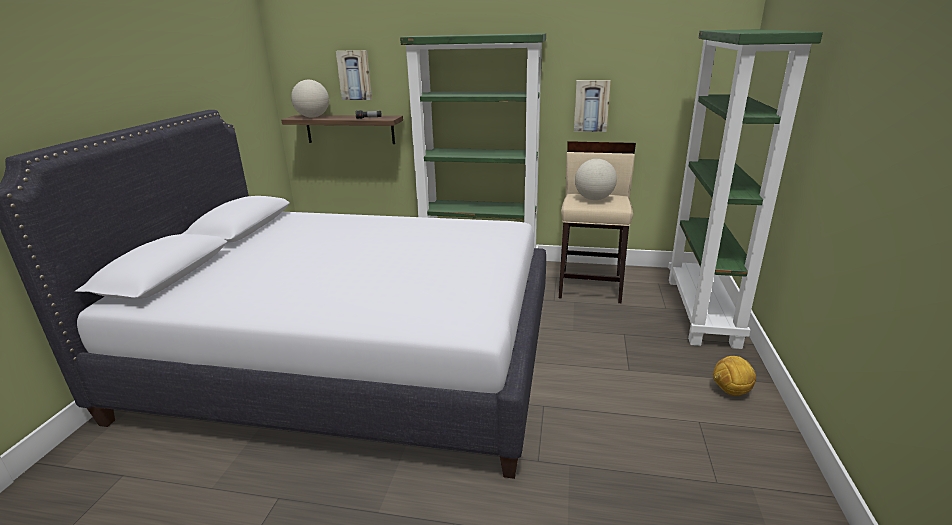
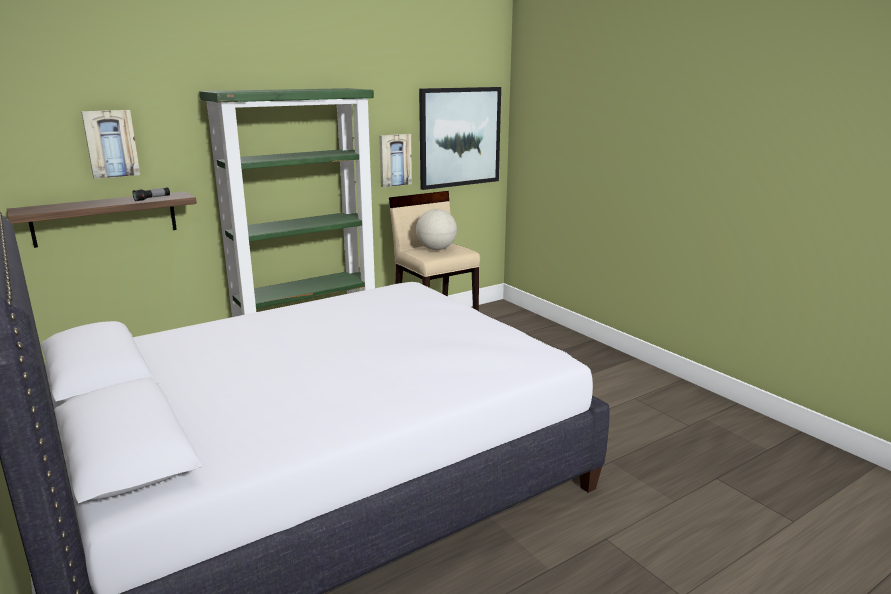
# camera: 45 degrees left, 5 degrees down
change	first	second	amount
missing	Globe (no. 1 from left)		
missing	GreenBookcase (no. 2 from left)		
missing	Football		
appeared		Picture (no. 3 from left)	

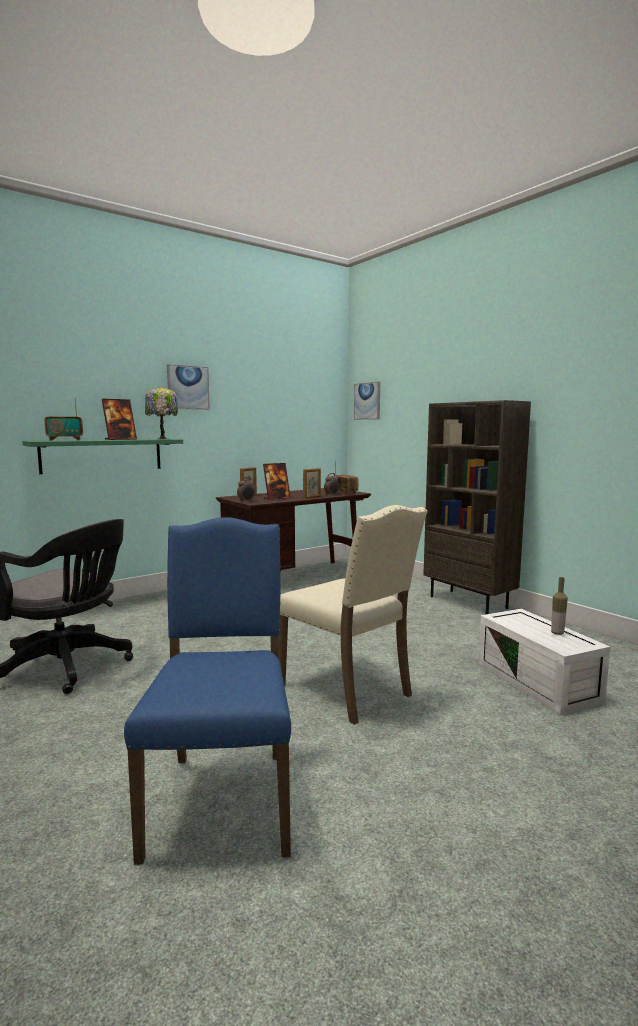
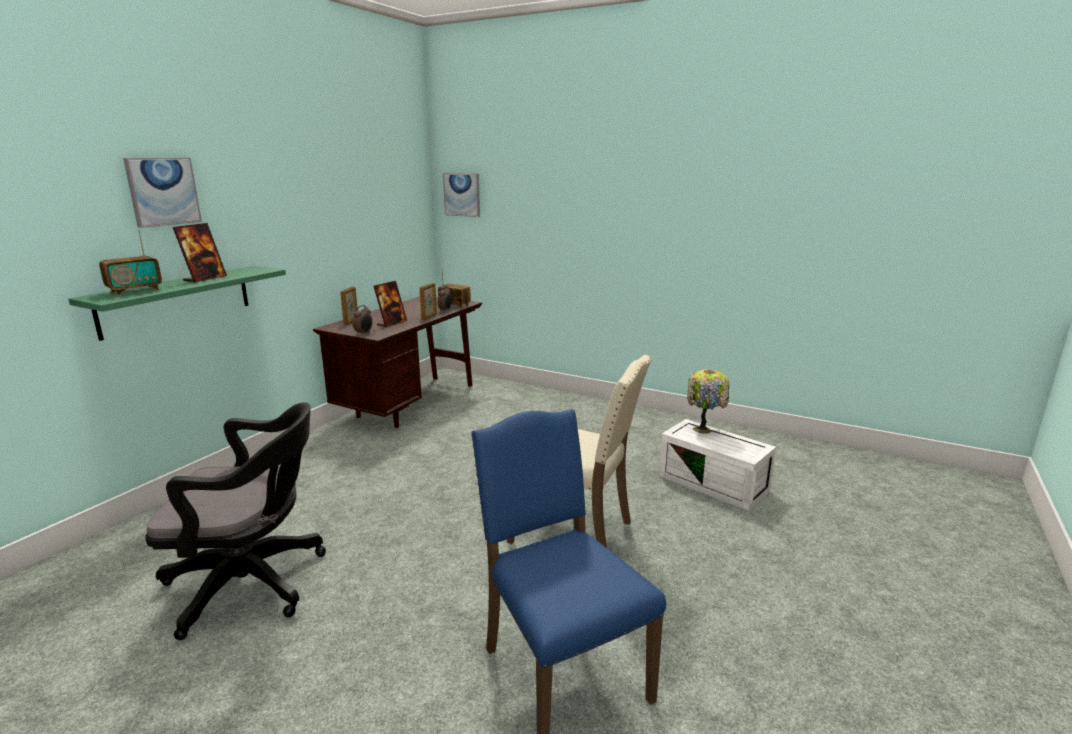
# camera: 25 degrees left, 10 degrees up
change	first	second	amount
missing	BrownBookcase		
missing	Bottle		
relocated	TableLamp		
relocated	Picture (no. 1 from left)		

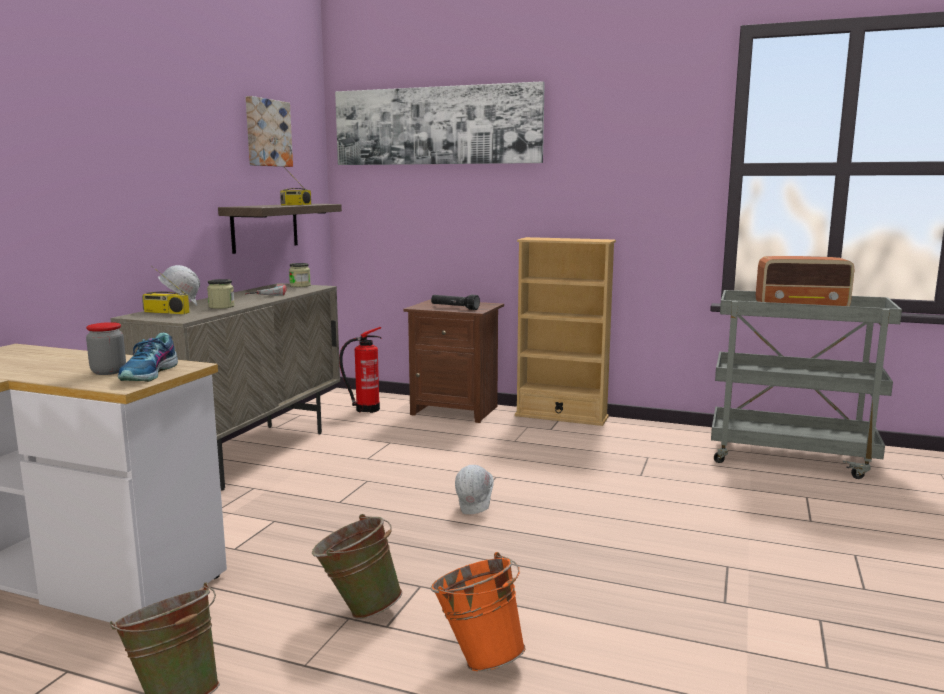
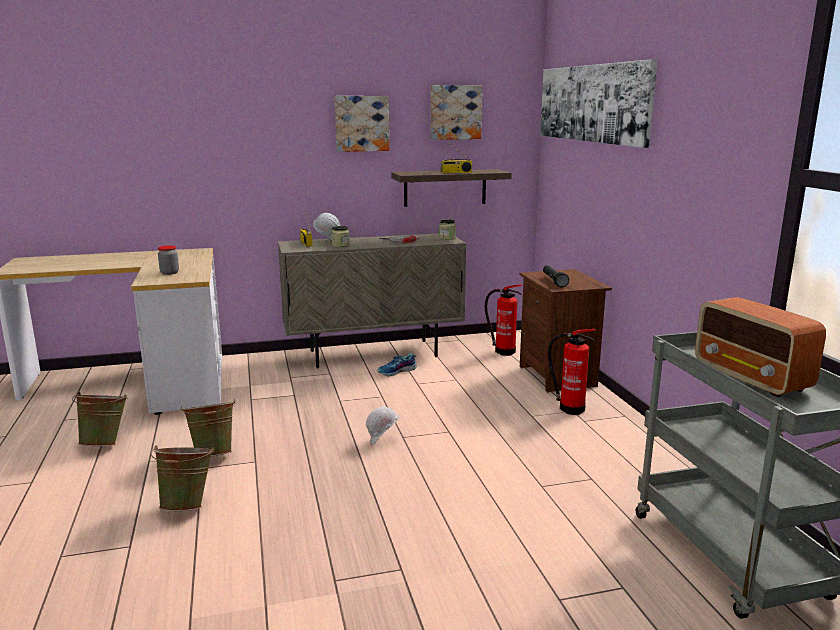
# camera: 55 degrees right, 5 degrees up
change	first	second	amount
missing	BeigeBookcase		
appeared		Picture (no. 1 from left)	
appeared		FireExtinguisher (no. 2 from left)	
relocated	Shoe		
colour	OrangeBucket	GreenBucket (no. 2 from left)	

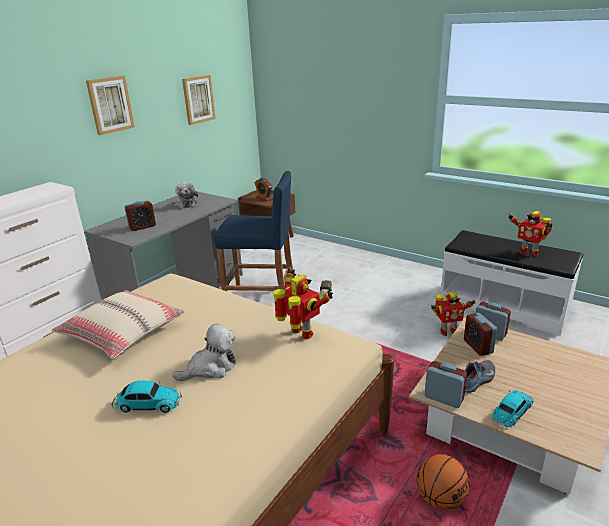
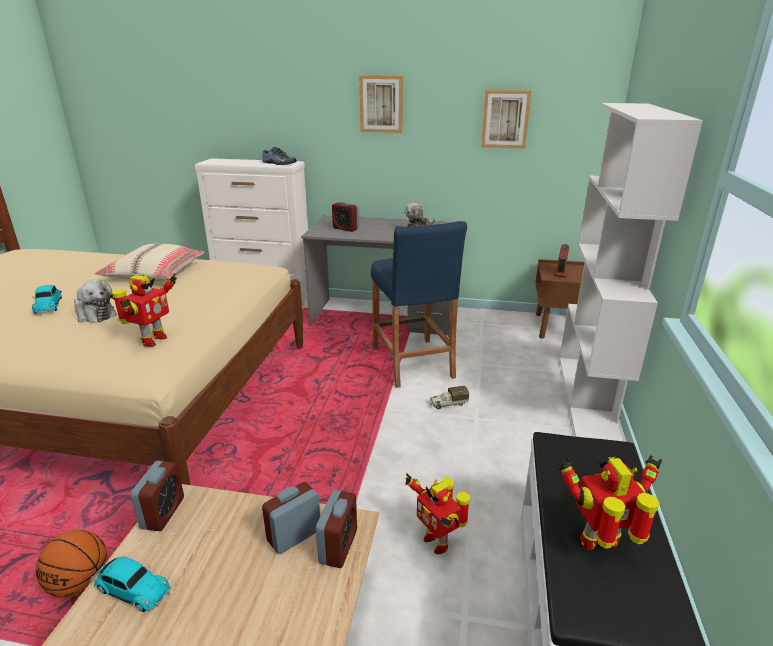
# camera: 65 degrees right, 0 degrees up
change	first	second	amount
appeared		WhiteBookcase	
relocated	Shoe		
spun	ToyRobot (no. 3 from left)		60 degrees clockwise

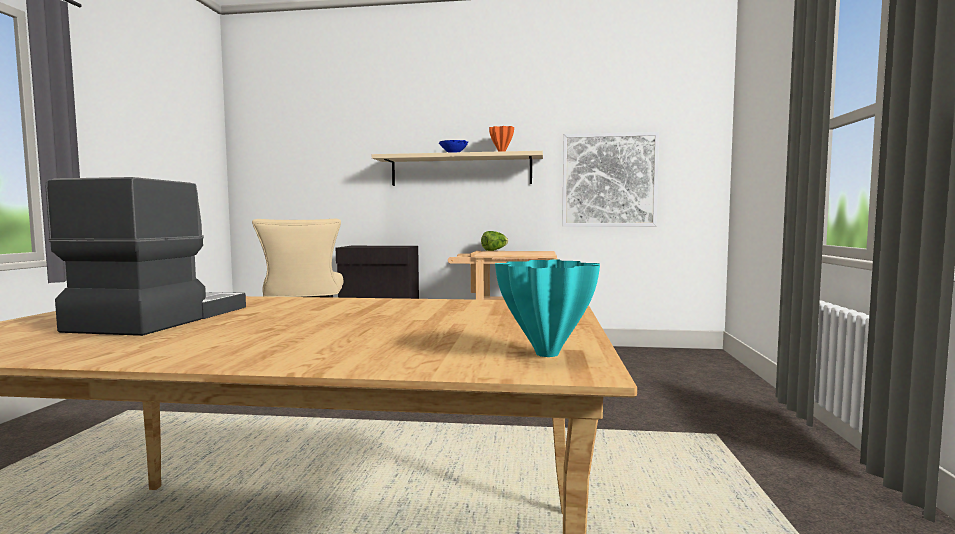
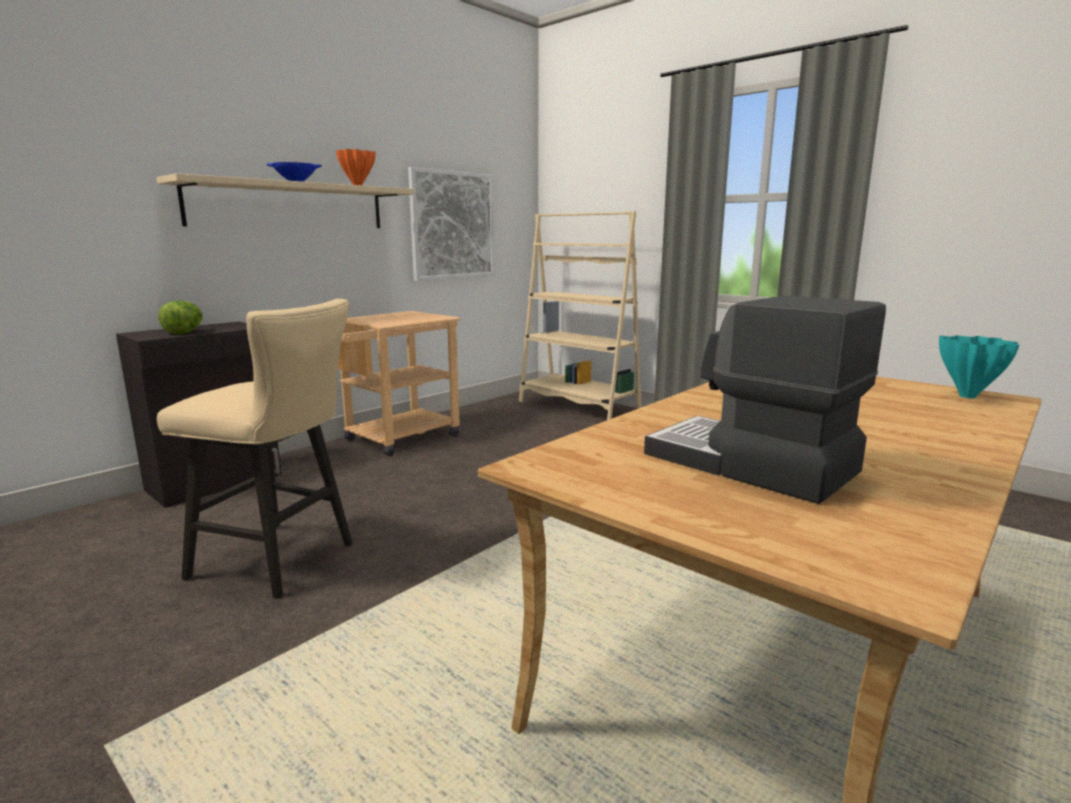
# camera: 55 degrees left, 10 degrees up
change	first	second	amount
appeared		BeigeBookcase	
relocated	Lettuce		

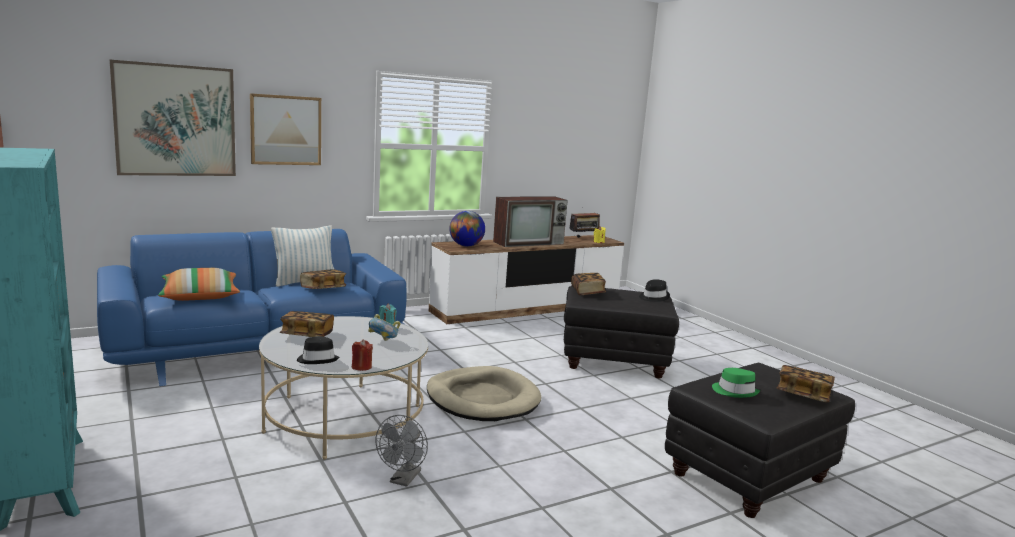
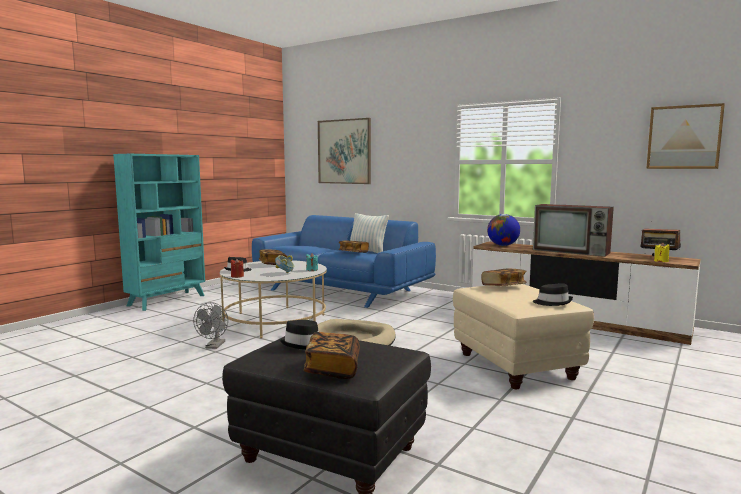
# camera: 65 degrees right, 5 degrees down
change	first	second	amount
missing	Pillow (no. 1 from left)		
relocated	Picture (no. 2 from left)		
colour	BlackOttoman (no. 1 from left)	BeigeOttoman	
colour	GreenHat	BlackHat (no. 2 from left)	
spun	GreyFan		75 degrees counterclockwise

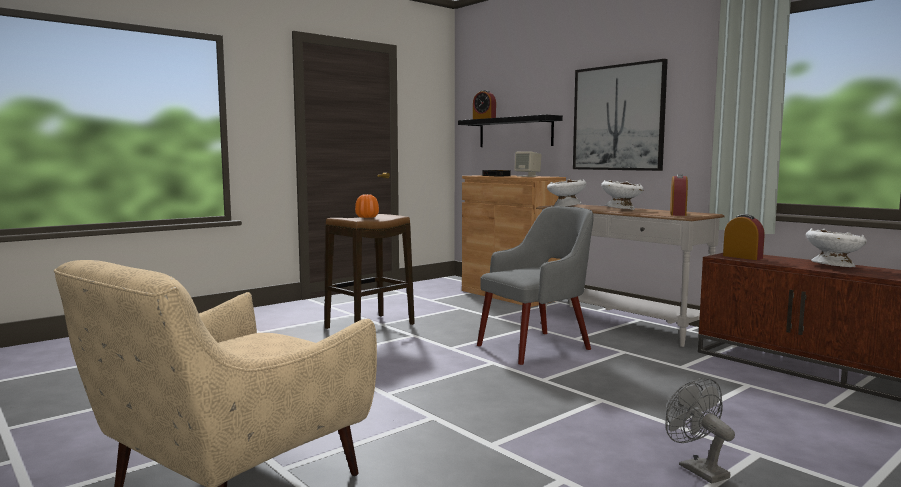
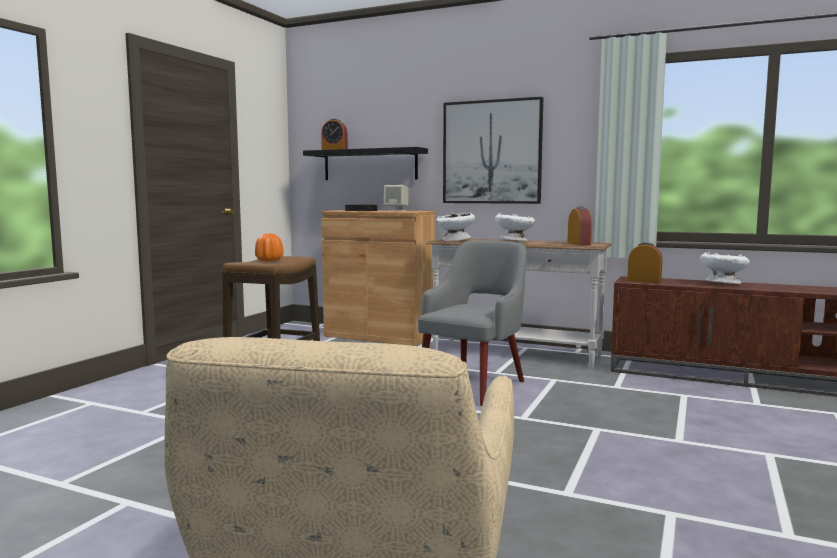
# camera: 25 degrees left, 0 degrees up
change	first	second	amount
missing	GreyFan		

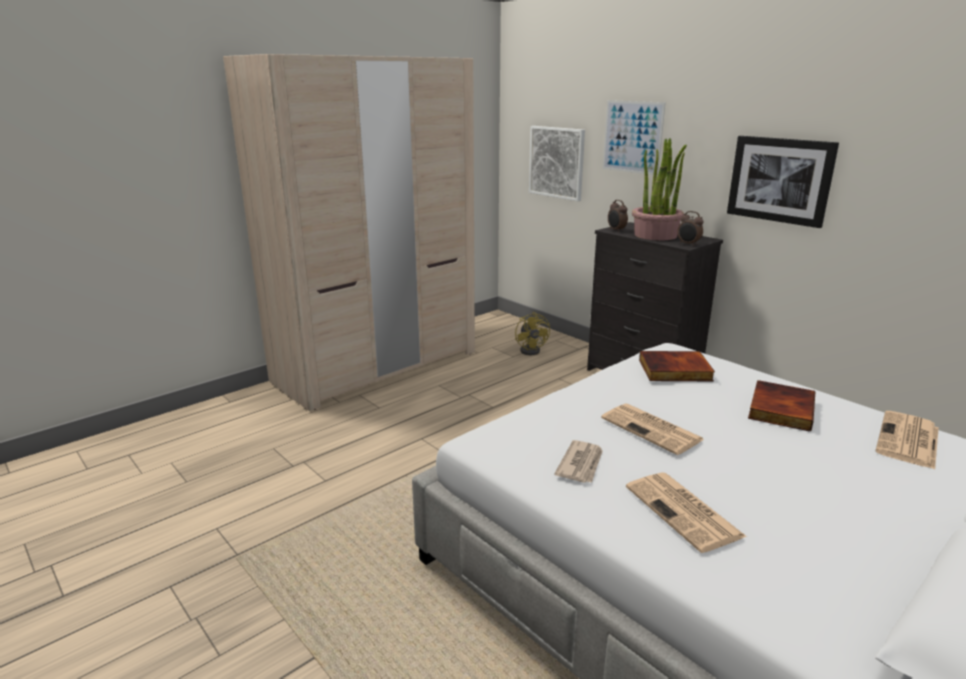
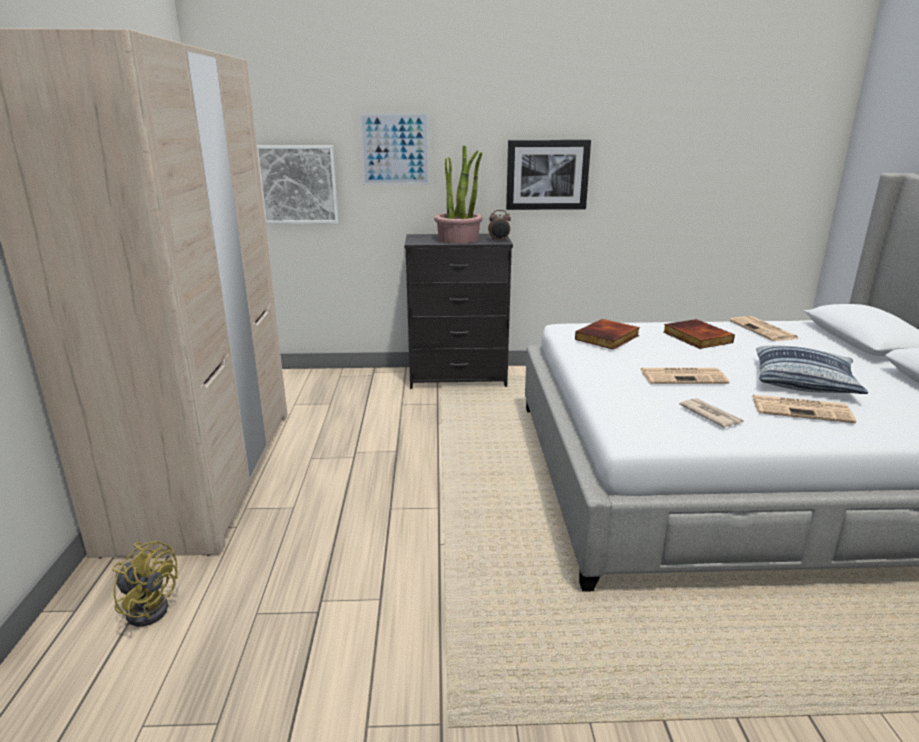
# camera: 50 degrees left, 0 degrees up
change	first	second	amount
missing	AlarmClock (no. 1 from left)		
appeared		Pillow	
relocated	YellowFan		

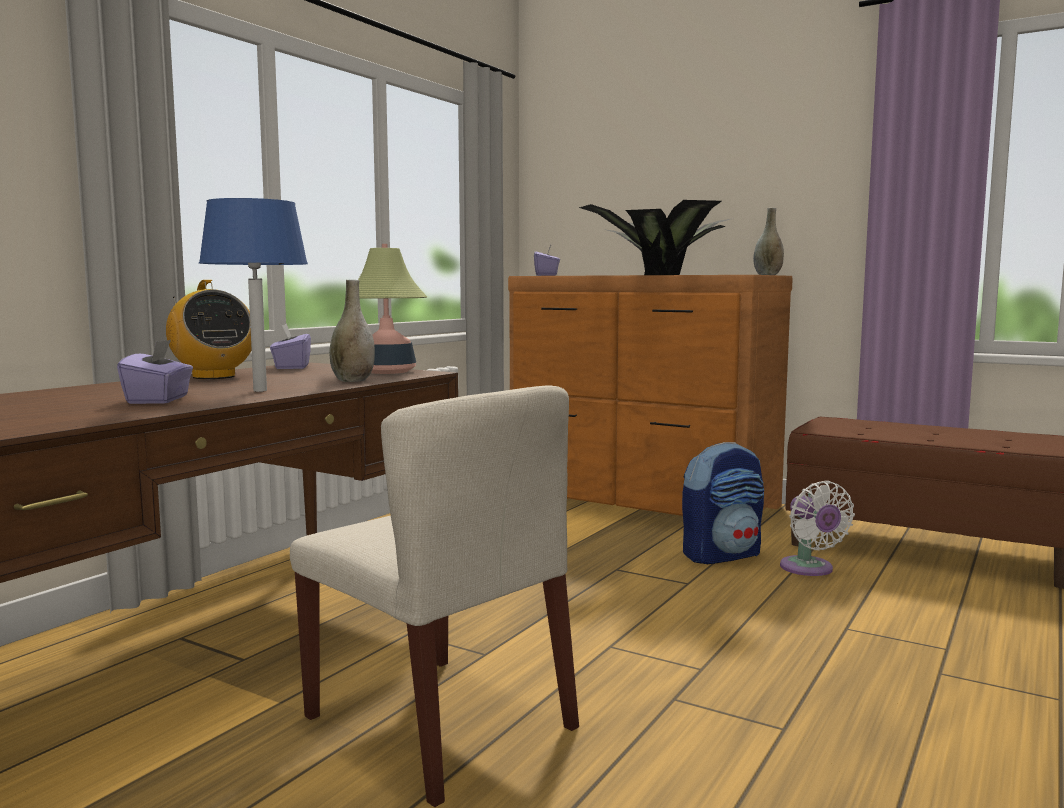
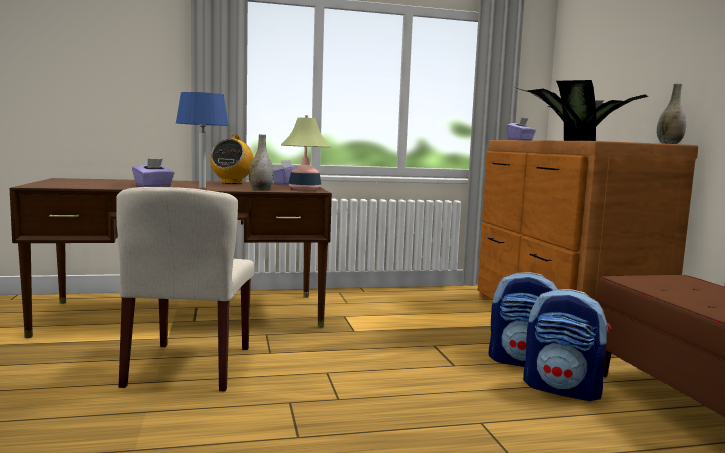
# camera: 45 degrees right, 0 degrees up
change	first	second	amount
exchanged	WhiteFan	Backpack (no. 2 from left)	

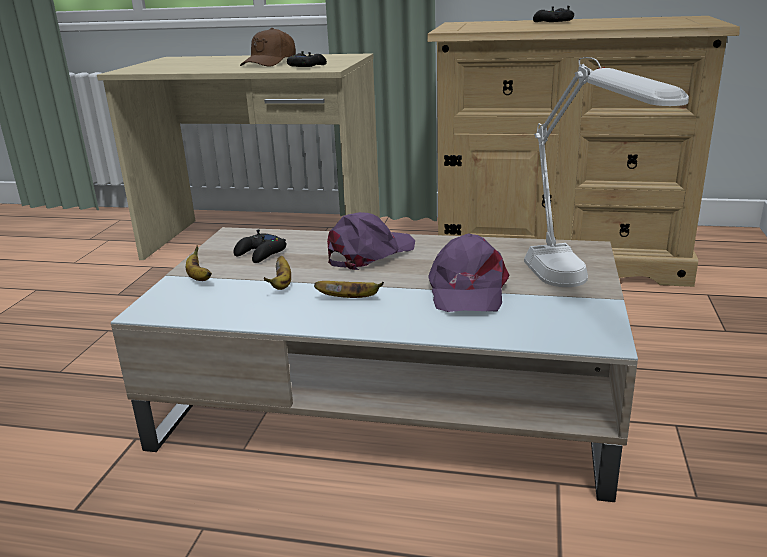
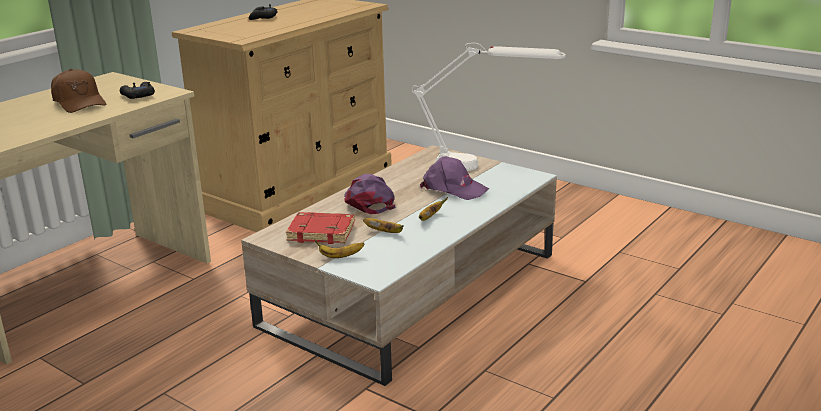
# camera: 65 degrees left, 0 degrees up
change	first	second	amount
exchanged	BlackGameController (no. 1 from left)	RedBook	

